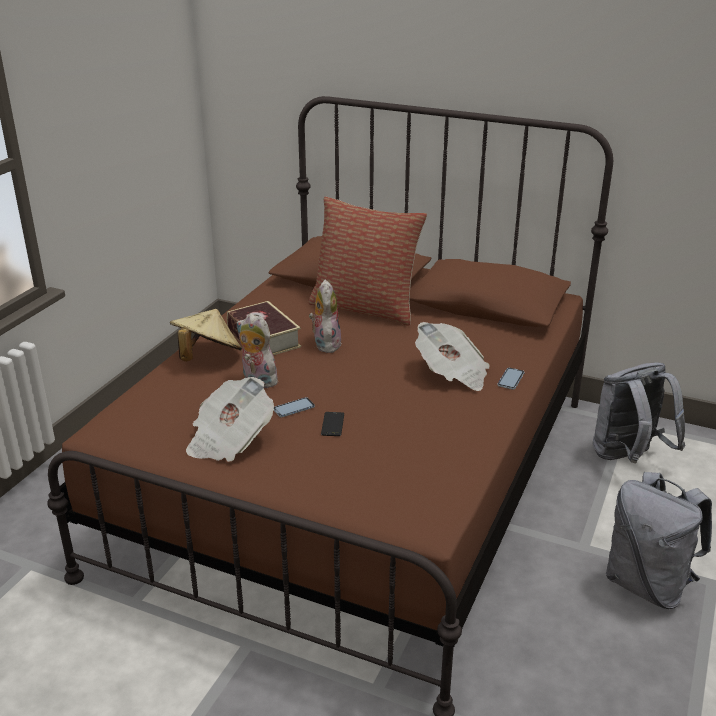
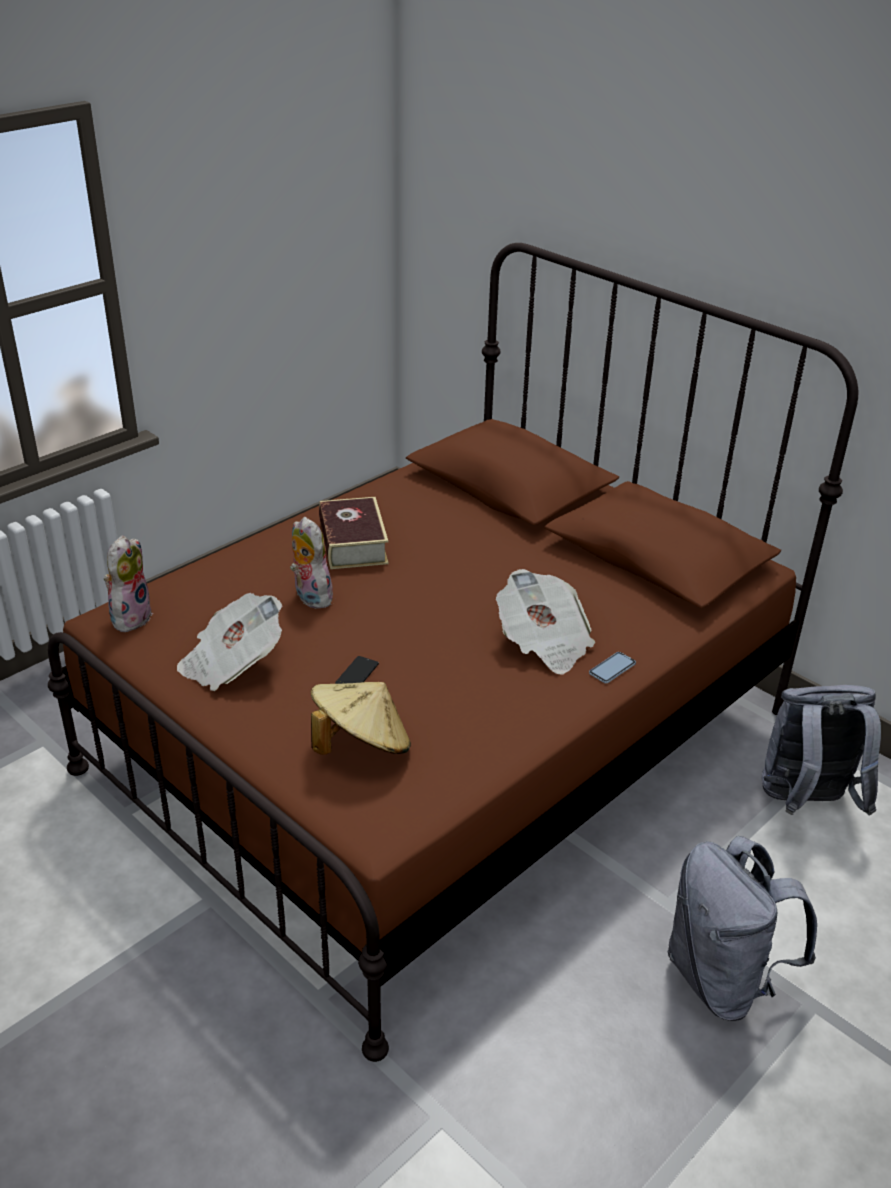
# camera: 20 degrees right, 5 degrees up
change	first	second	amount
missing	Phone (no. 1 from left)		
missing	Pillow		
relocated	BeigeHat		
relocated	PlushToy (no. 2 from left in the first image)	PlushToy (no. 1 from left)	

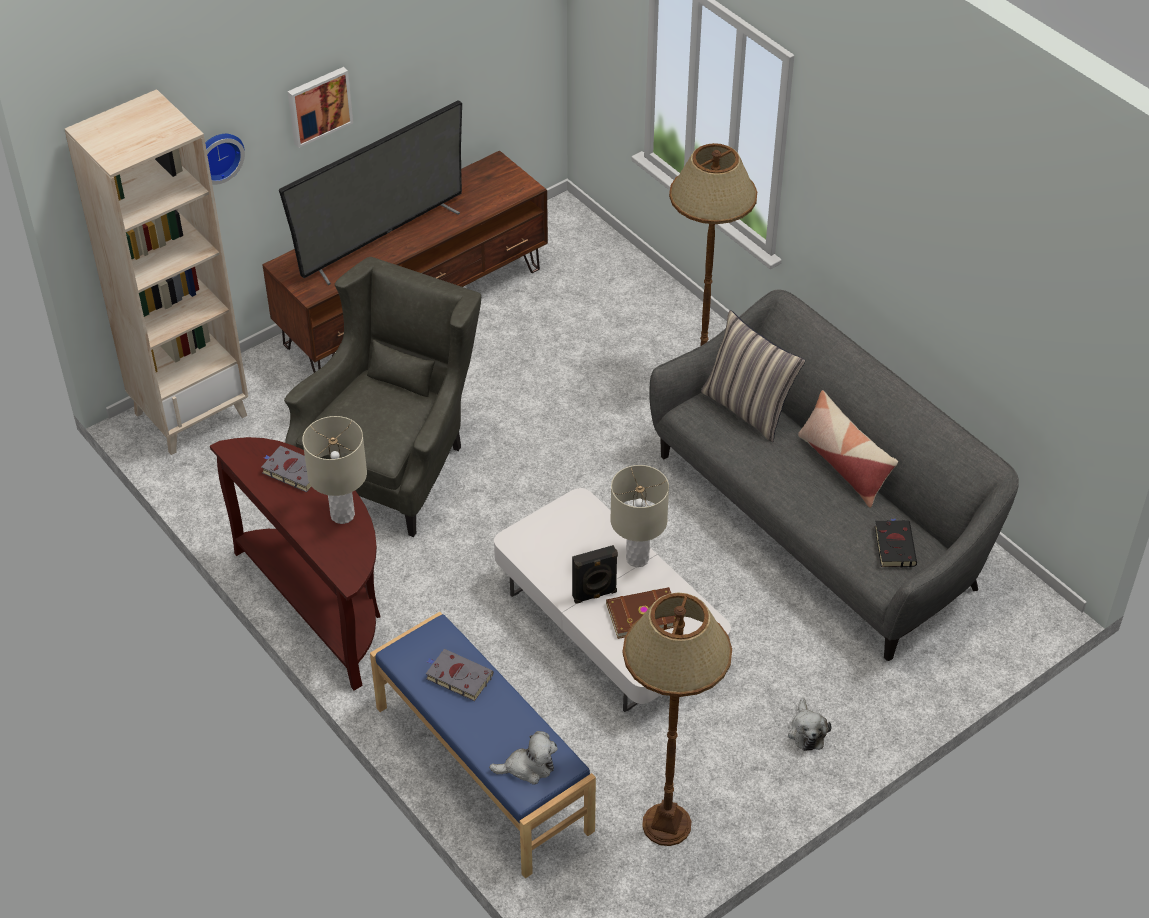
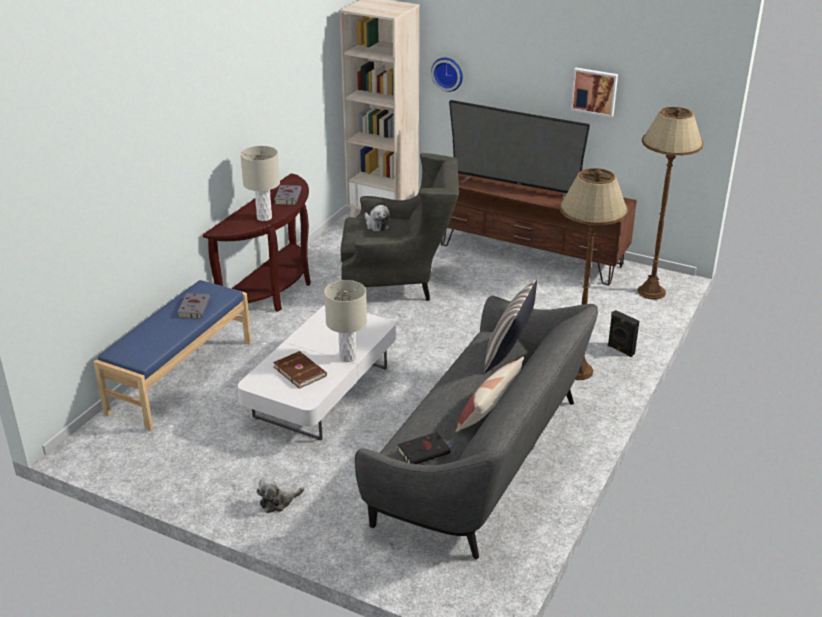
# camera: 65 degrees right, 15 degrees down
change	first	second	amount
relocated	Picture		
relocated	PlushToy (no. 1 from left in the first image)	PlushToy (no. 2 from left)	
relocated	BlackSpeaker		
relocated	BrownFloorLamp (no. 1 from left in the first image)	BrownFloorLamp (no. 2 from left)	

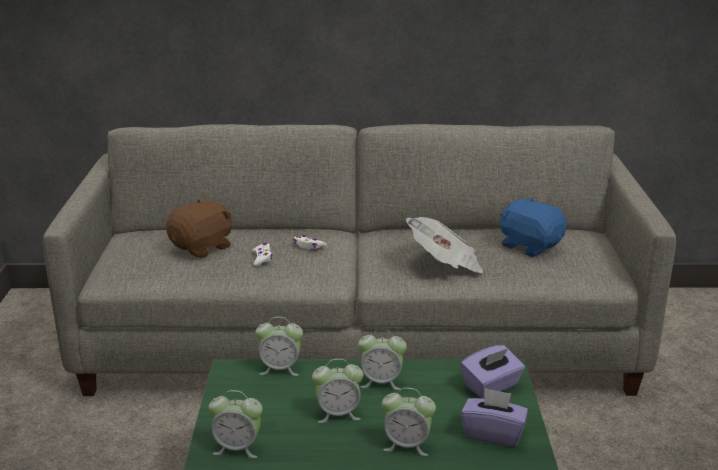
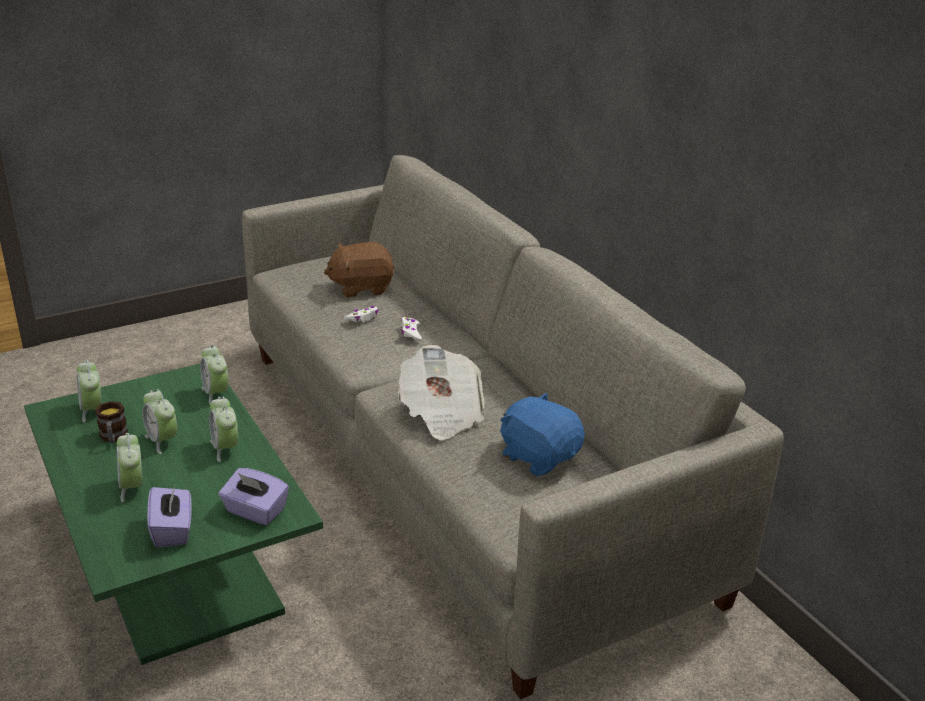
# camera: 60 degrees right, 5 degrees up
change	first	second	amount
appeared		Mug	
spun	BrownPlushToy		150 degrees clockwise
spun	BluePlushToy		60 degrees counterclockwise

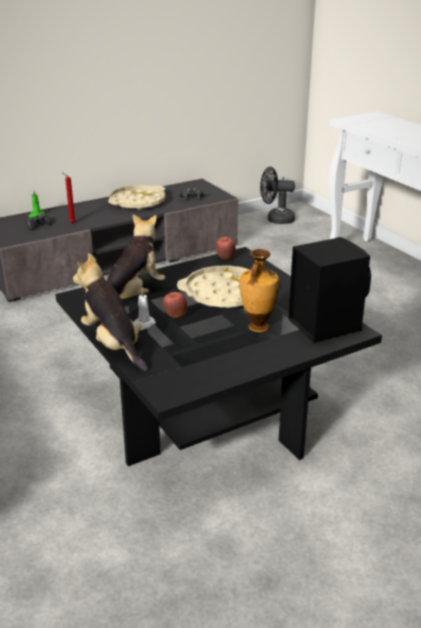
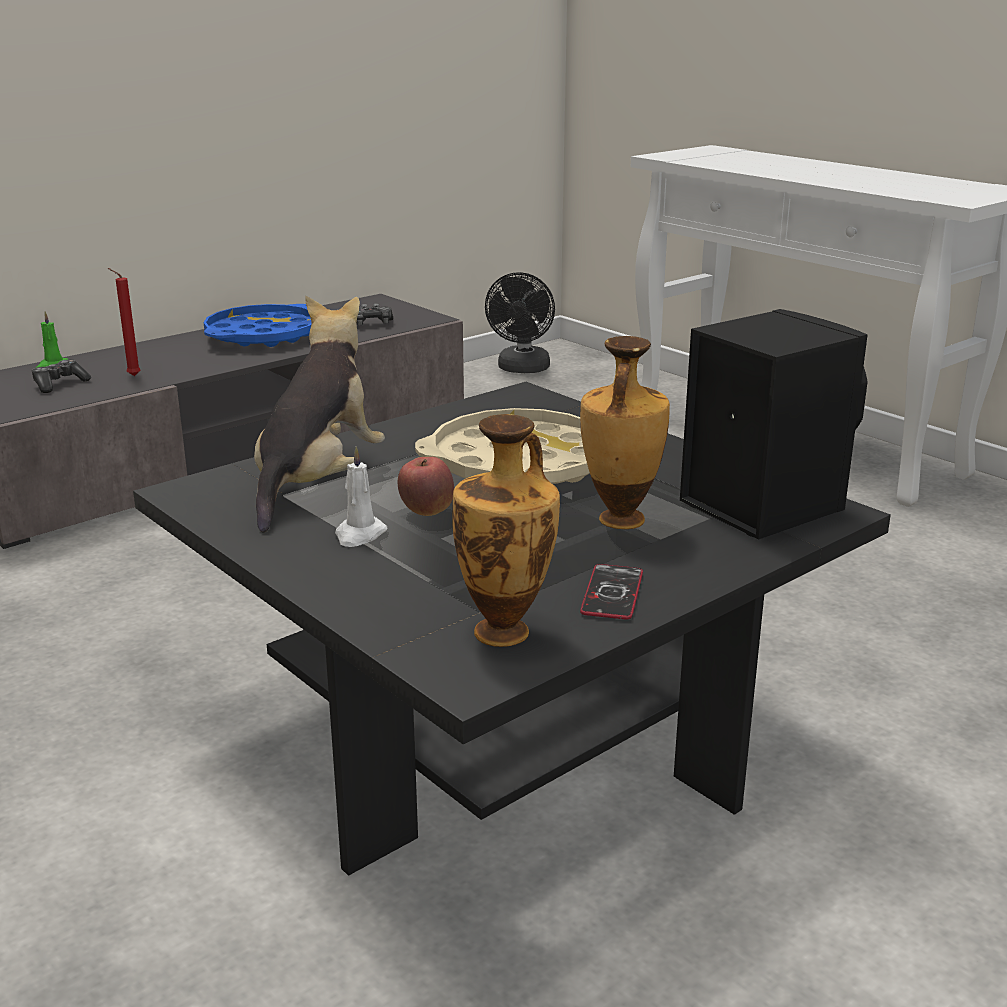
# camera: 10 degrees left, 5 degrees down
change	first	second	amount
missing	PlushToy (no. 1 from left)		
missing	Apple (no. 2 from left)		
appeared		Vase (no. 1 from left)	
appeared		Phone	
colour	BeigeTray (no. 1 from left)	BlueTray	
spun	BlackFan		75 degrees counterclockwise

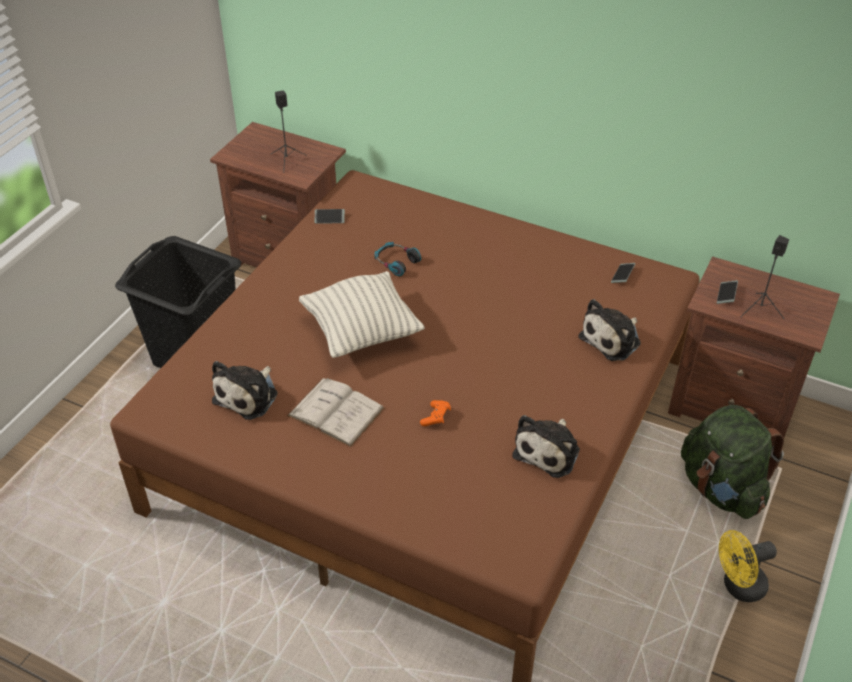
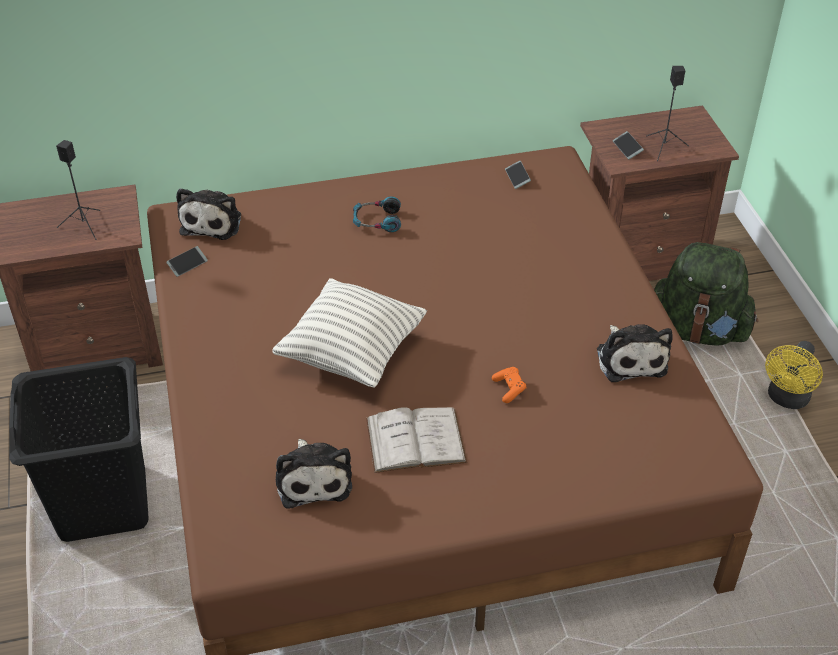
# camera: 40 degrees left, 0 degrees up
change	first	second	amount
relocated	Headphones		
relocated	PlushToy (no. 3 from left in the first image)	PlushToy (no. 1 from left)	

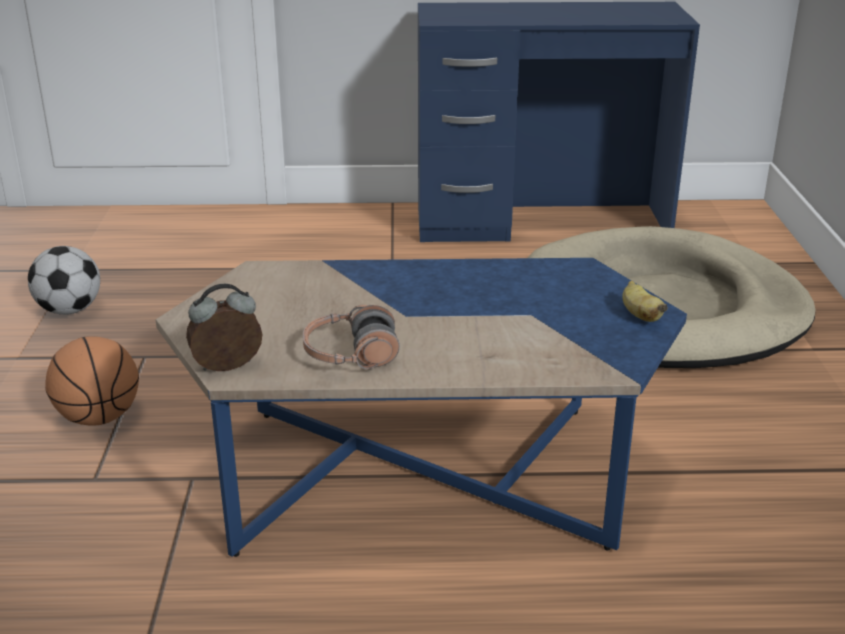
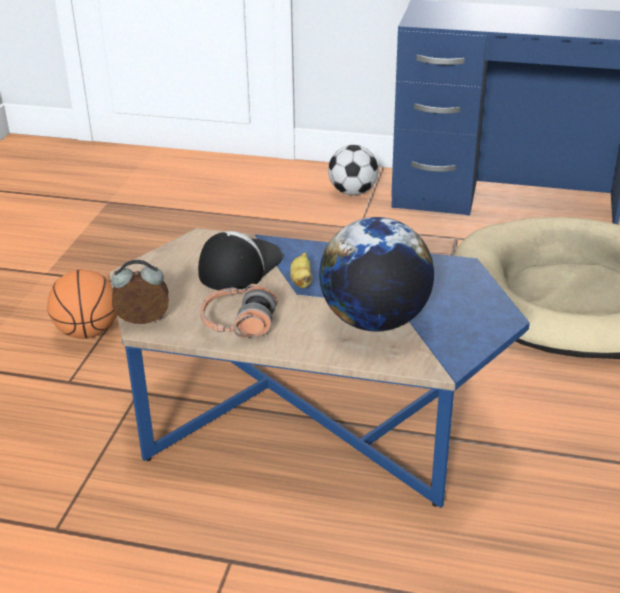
# camera: 15 degrees right, 5 degrees up
change	first	second	amount
appeared		Cap	
appeared		Globe	
relocated	Football		
relocated	Banana		

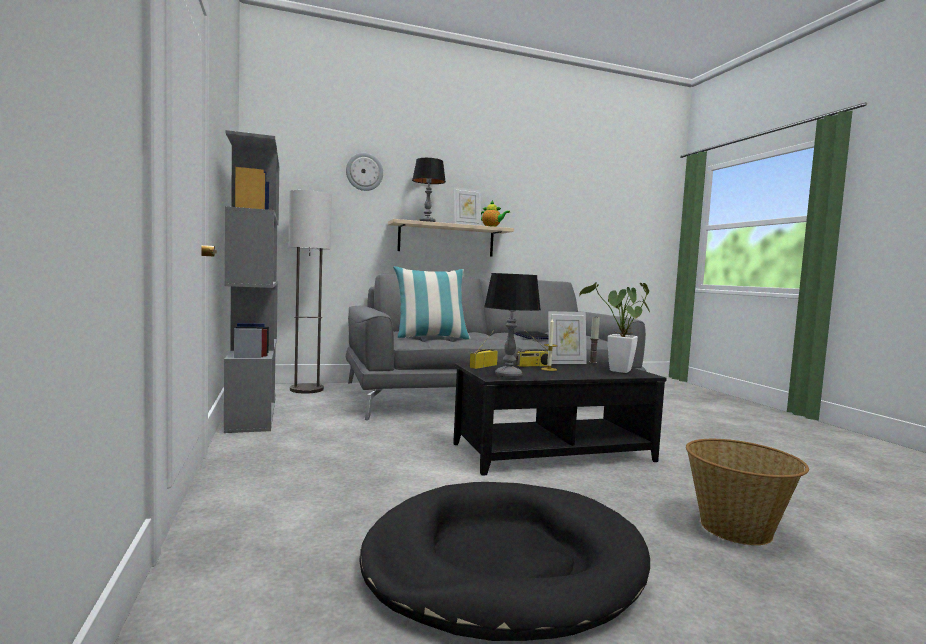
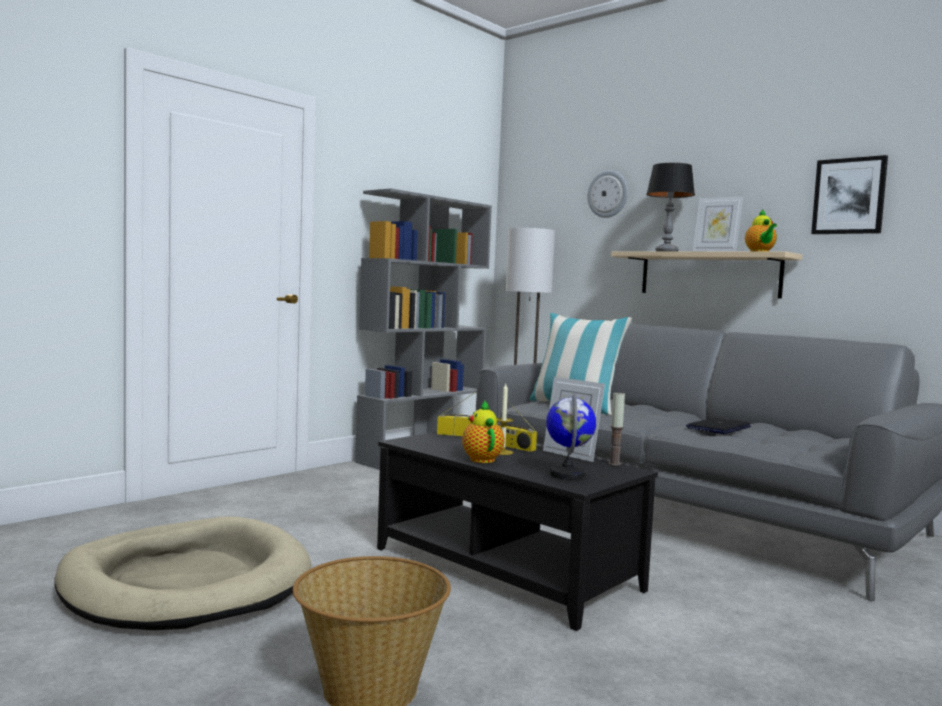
# camera: 60 degrees right, 0 degrees up
change	first	second	amount
missing	TableLamp (no. 2 from left)		
appeared		Teapot (no. 1 from left)	
appeared		Picture	
exchanged	PottedPlant	Globe	
colour	BlackDogBed	BeigeDogBed	

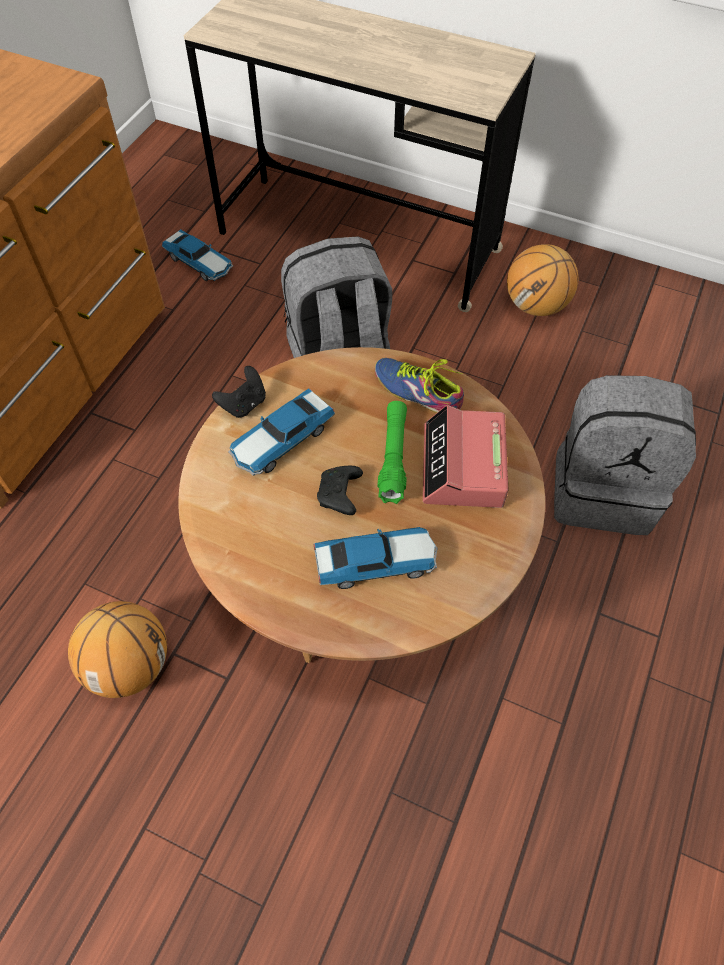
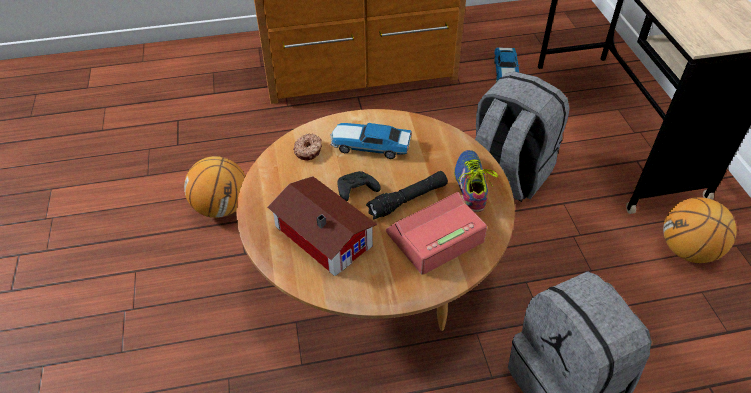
# camera: 55 degrees right, 10 degrees down
change	first	second	amount
missing	BlackGameController (no. 1 from left)		
appeared		Donut	
exchanged	ToyCar (no. 3 from left)	ToyHouse	
colour	GreenFlashlight	BlackFlashlight	

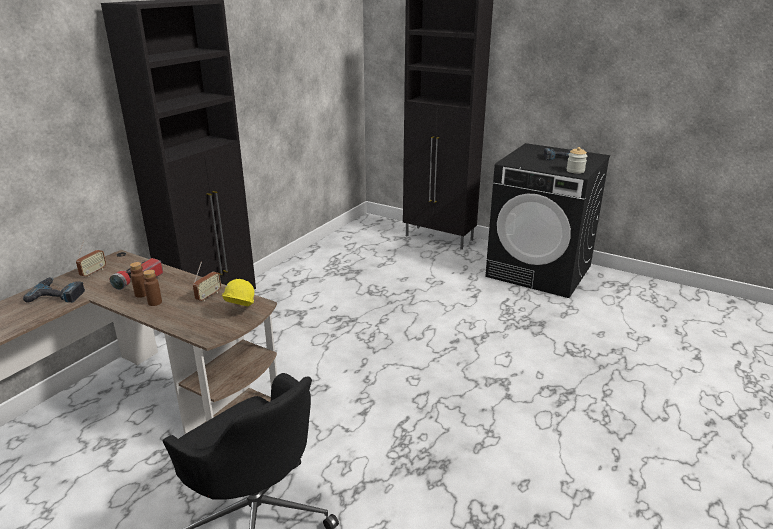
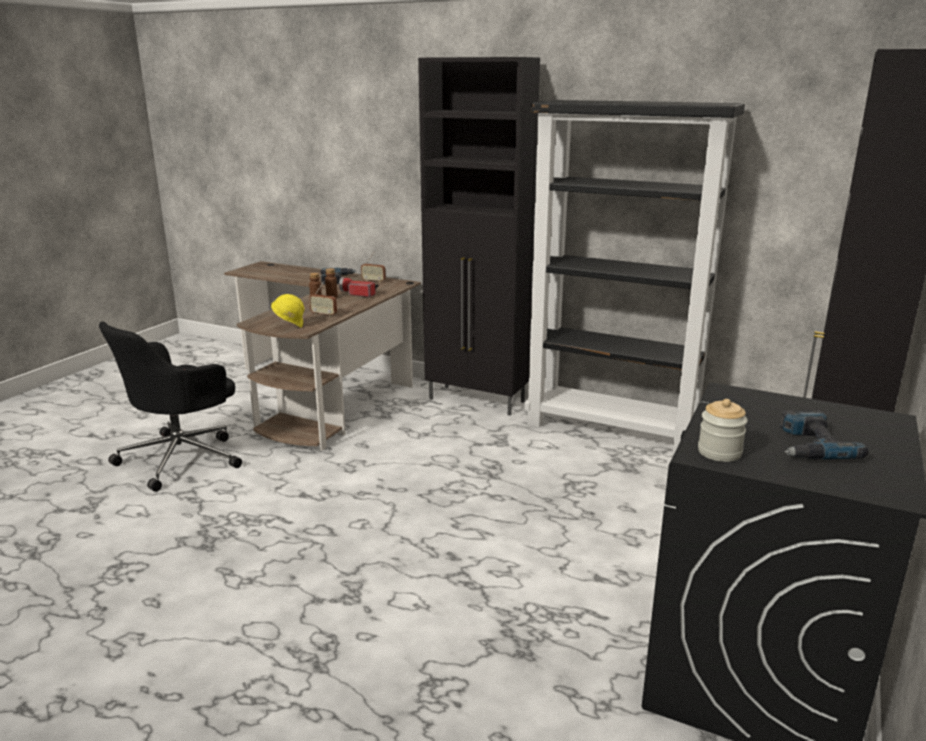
# camera: 85 degrees right, 5 degrees down
change	first	second	amount
appeared		BlackBookcase	

